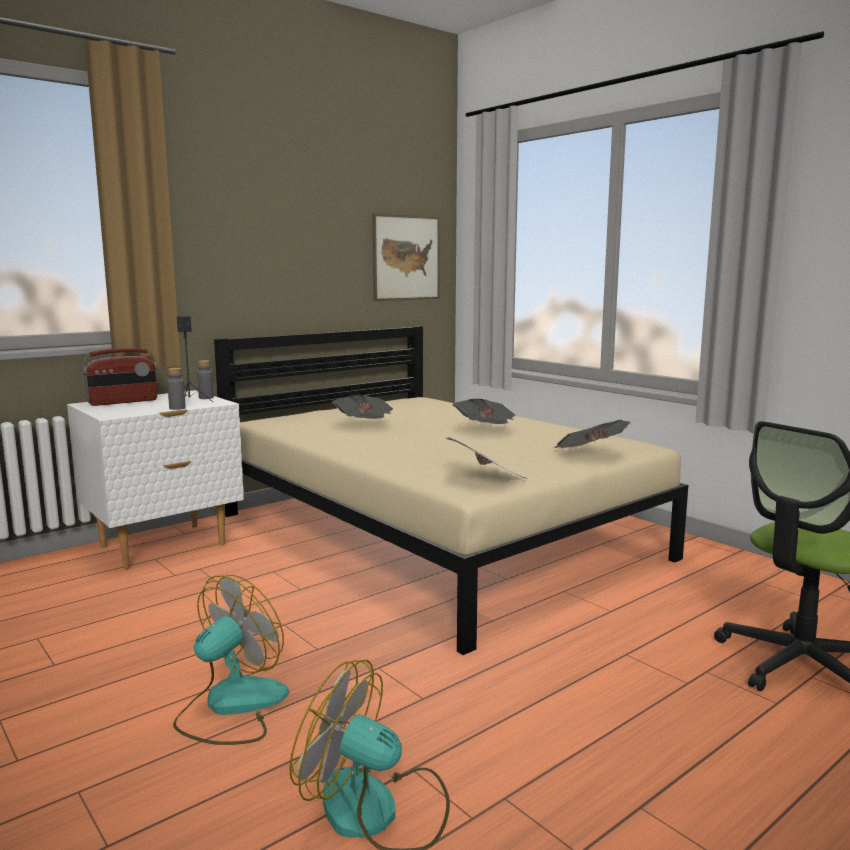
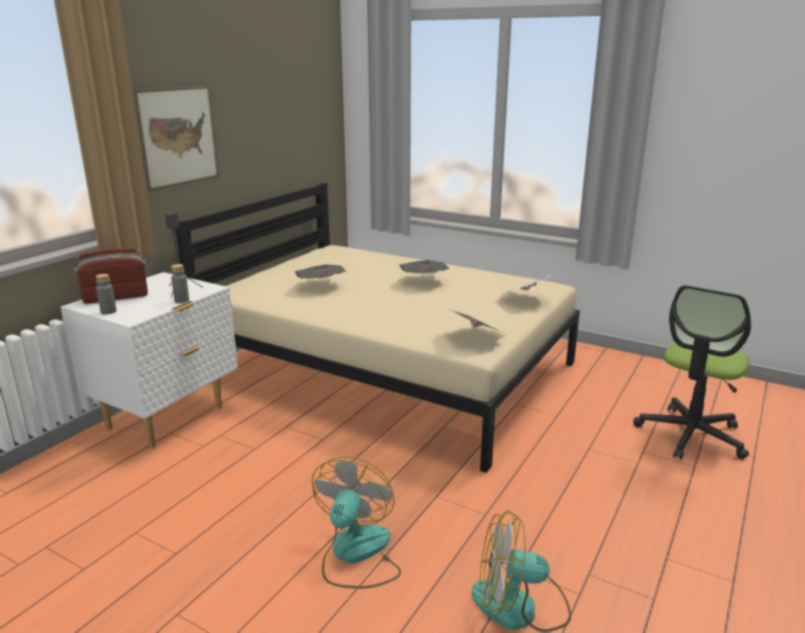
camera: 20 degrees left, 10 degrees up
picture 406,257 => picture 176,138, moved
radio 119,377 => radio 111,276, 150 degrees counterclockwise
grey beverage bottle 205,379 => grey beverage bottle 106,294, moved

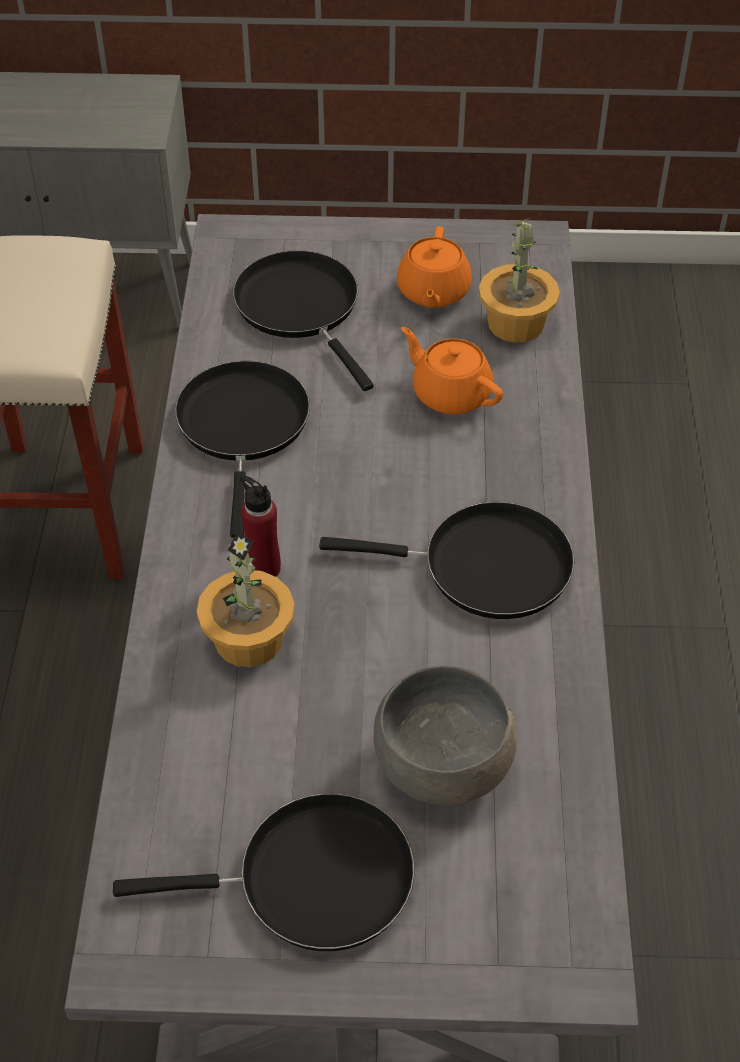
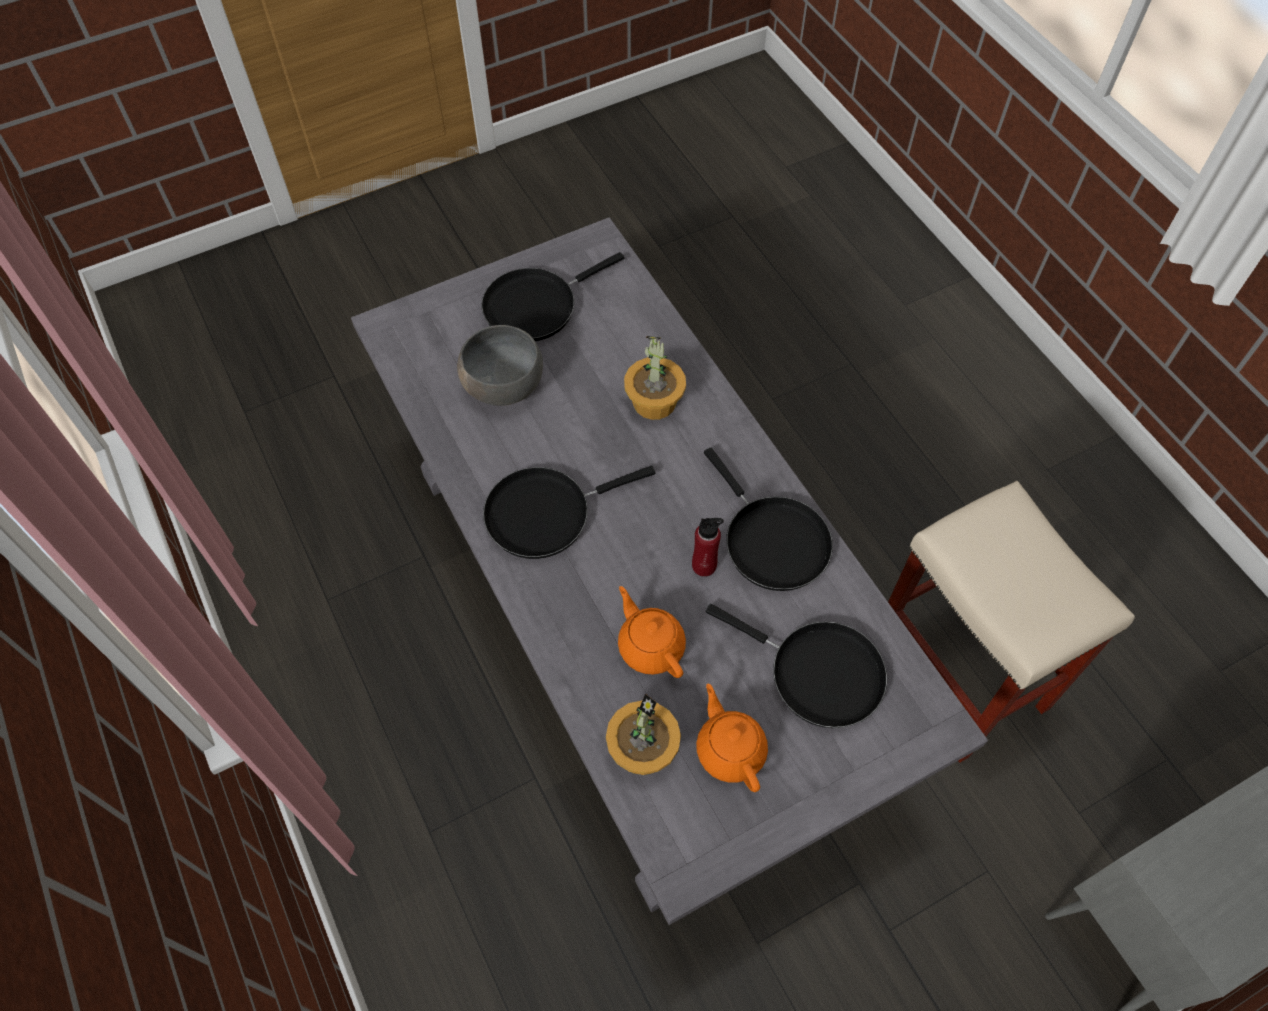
camera: 150 degrees right, 10 degrees up
orangey tea pot 452,370 => orangey tea pot 652,632, 135 degrees counterclockwise
reddish beverage bottle 260,526 => reddish beverage bottle 708,547, moved

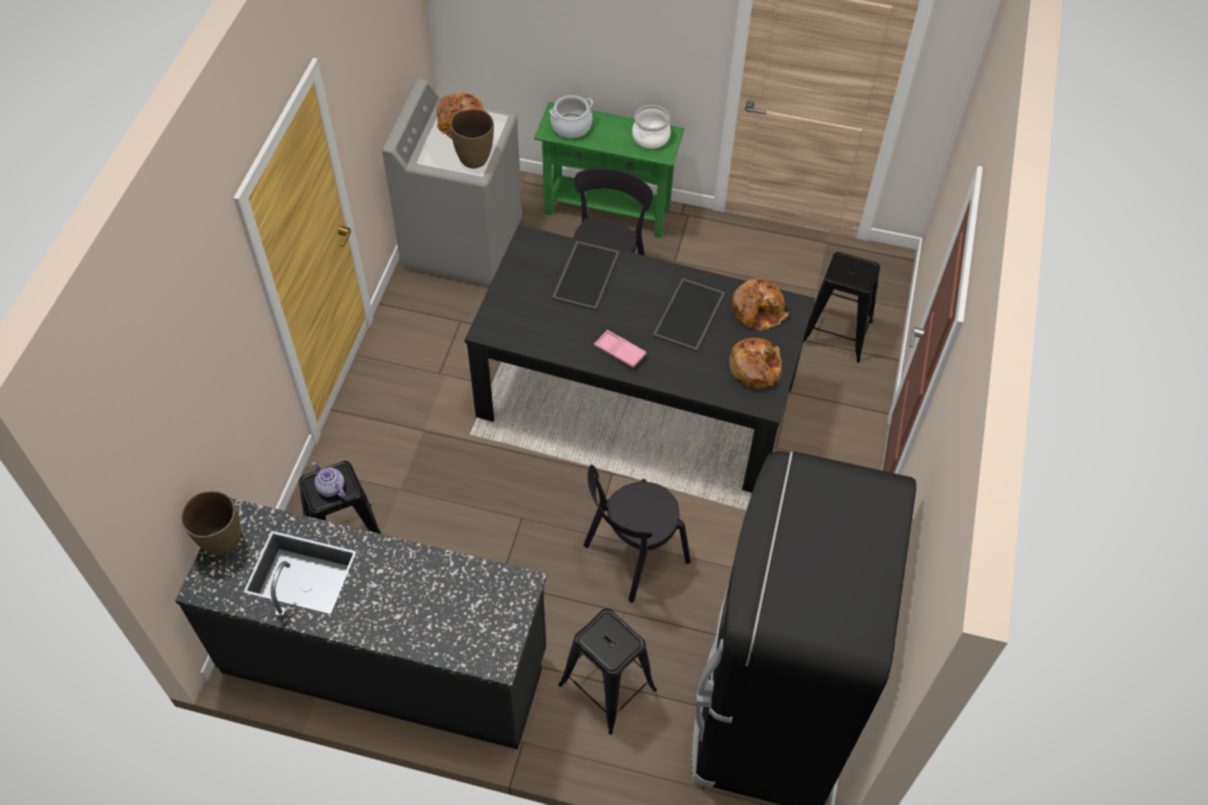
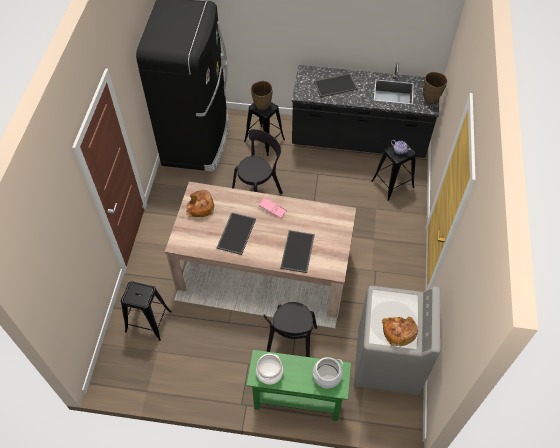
camera: 175 degrees right, 0 degrees up
brown-coloured flower vase 472,138 => brown-coloured flower vase 261,95, moved
black kitchen table 640,359 => sand-coloured kitchen table 261,250
bread 760,304 => nothing
nothing => carrying tray 336,85

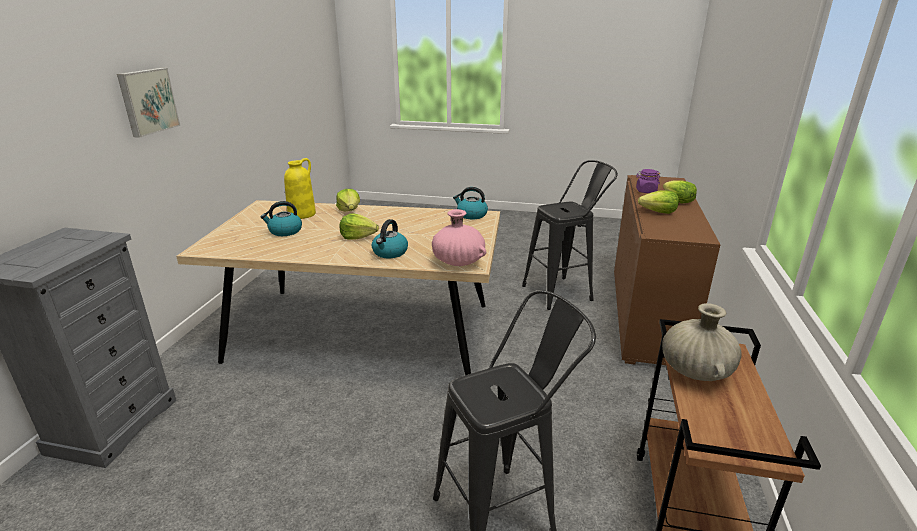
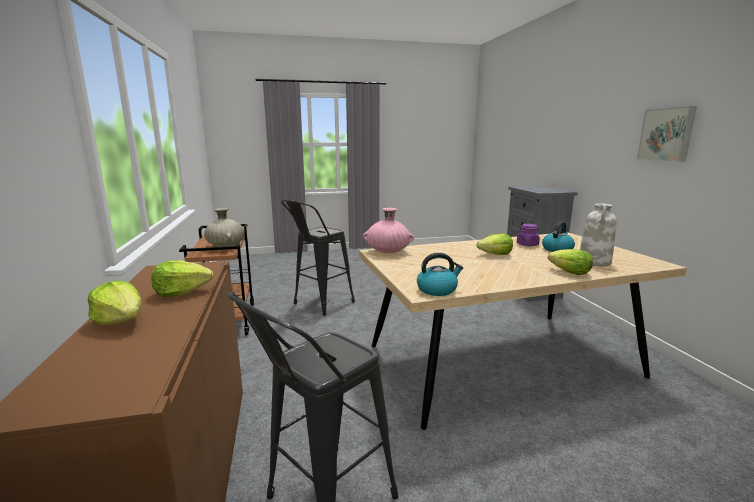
camera: 155 degrees right, 10 degrees down
yellow flower vase 300,188 => whitish flower vase 598,235
purplish preserve jar 648,181 => purplish preserve jar 528,235, moved
kettle 390,238 => nothing

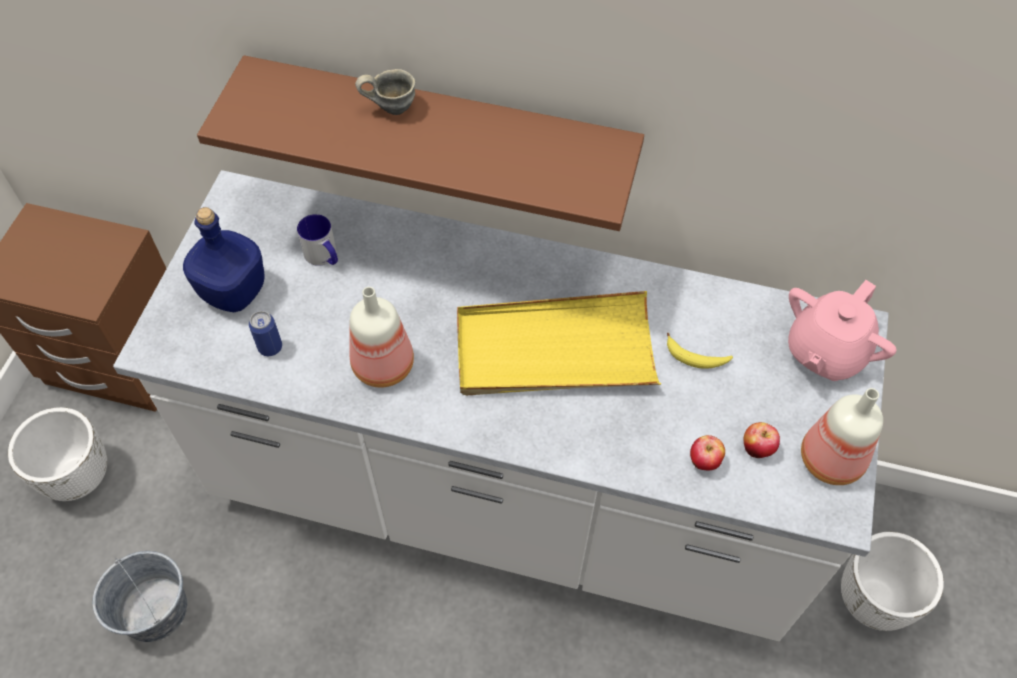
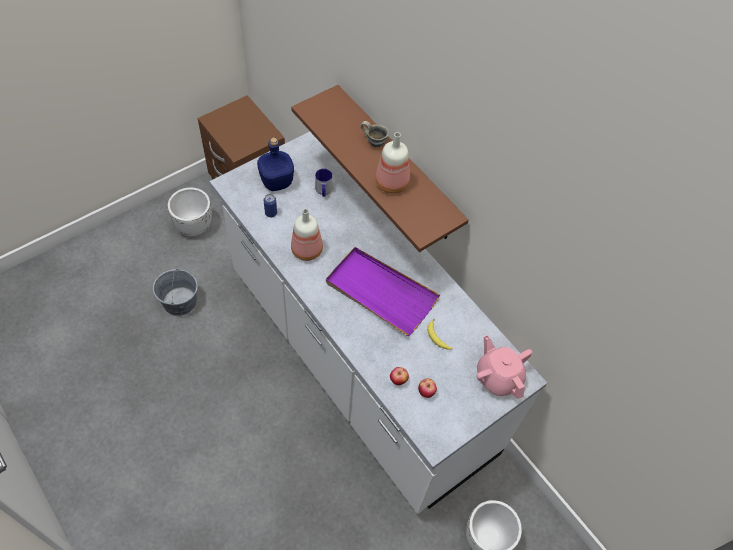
camera: 35 degrees right, 0 degrees up
pinkish tea pot 842,330 => pinkish tea pot 504,367, 75 degrees clockwise
yellow carrying tray 559,343 => purplish carrying tray 383,291
beverage bottle 842,436 => beverage bottle 392,163, moved

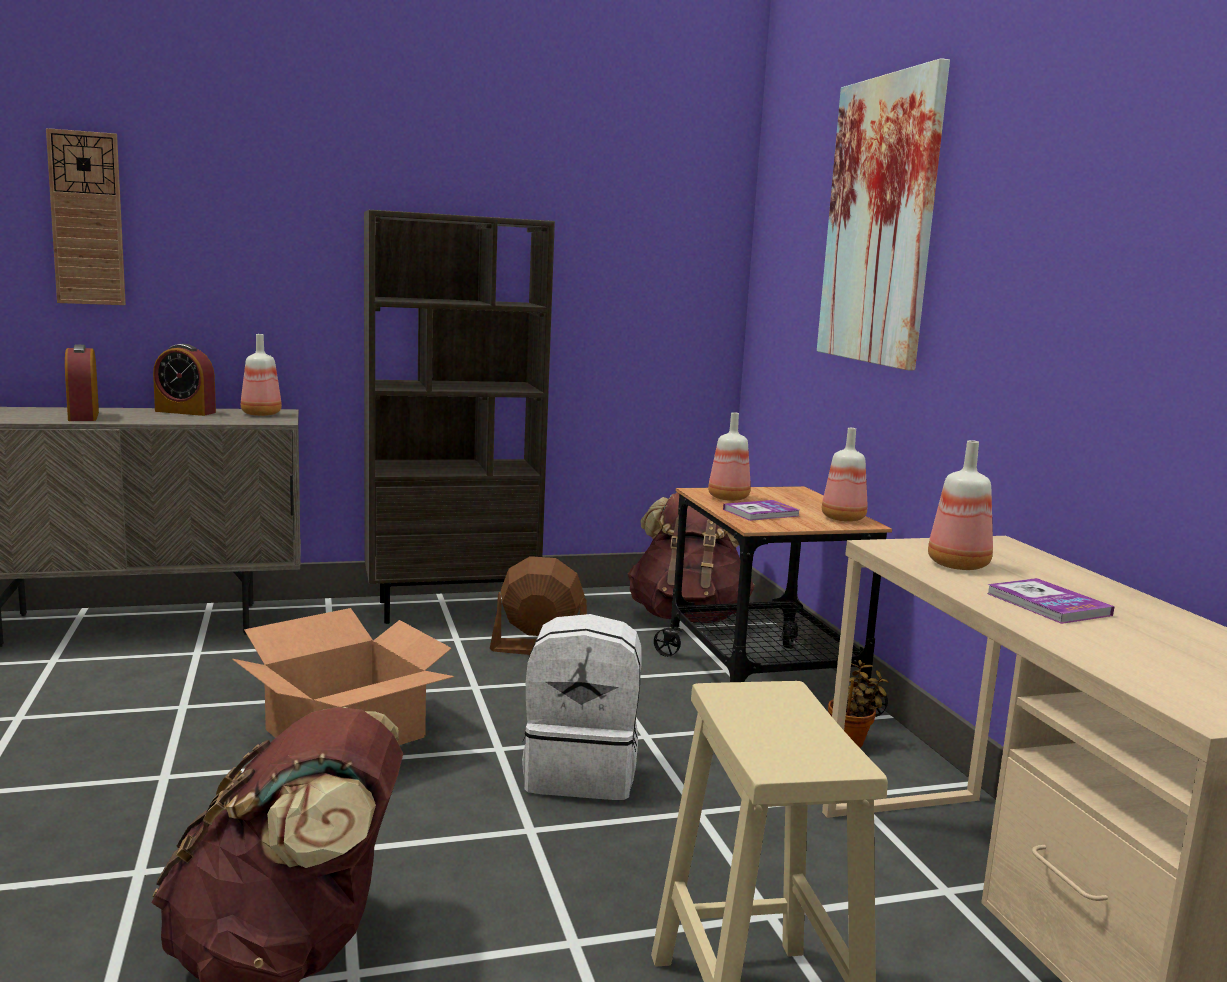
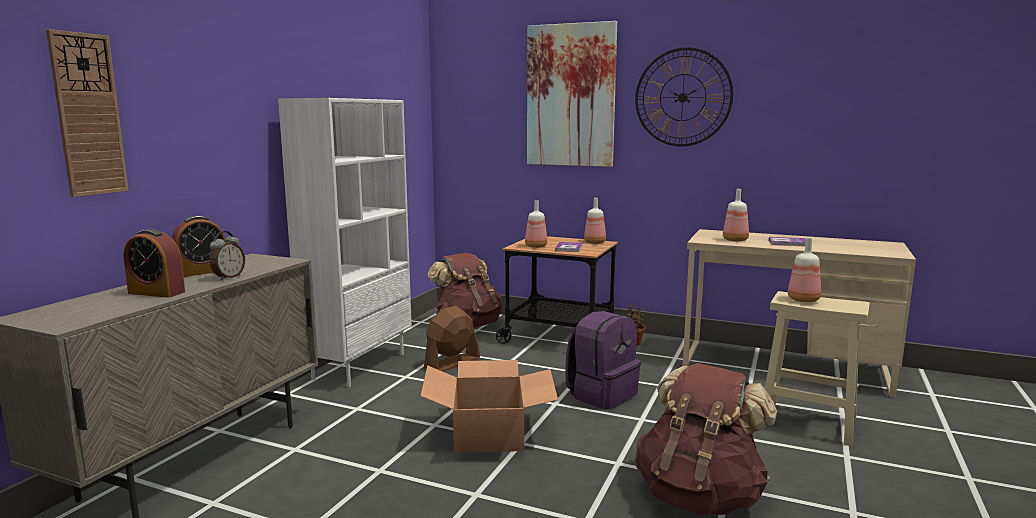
camera: 50 degrees left, 0 degrees up
brown-coloured bookcase 459,417 => whitish bookcase 345,242
beverage bottle 261,375 => beverage bottle 804,270, moved
whitish rucksack 582,707 => purplish rucksack 603,360
nothing => wall clock 684,97
nothing => bedside clock 227,255

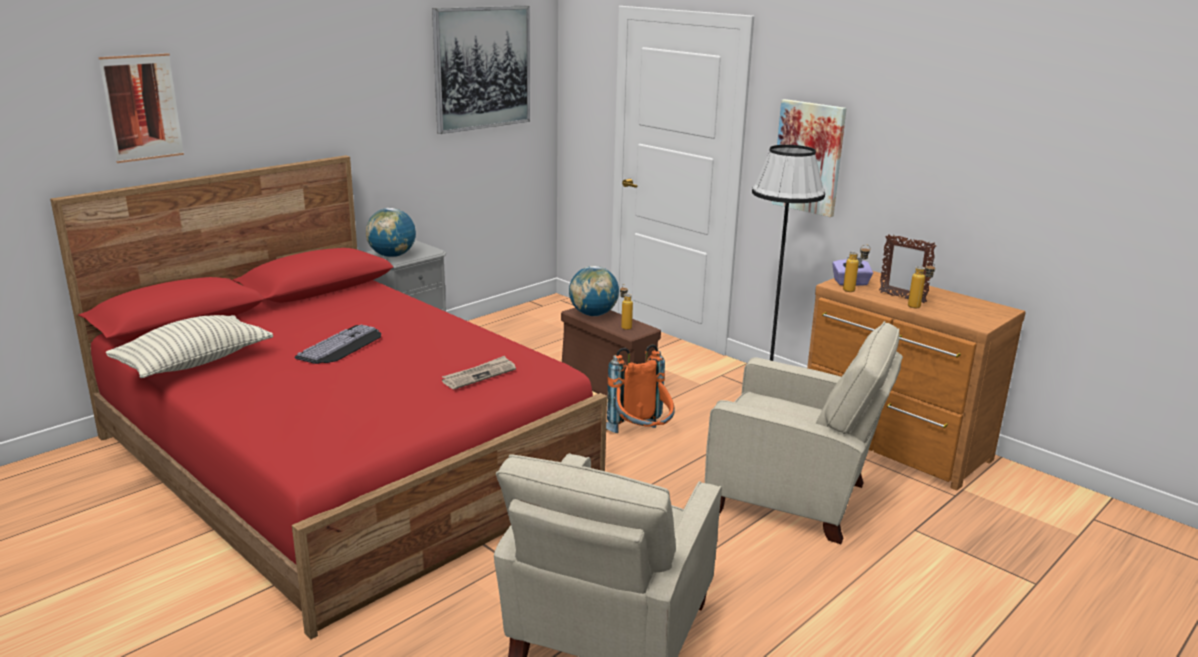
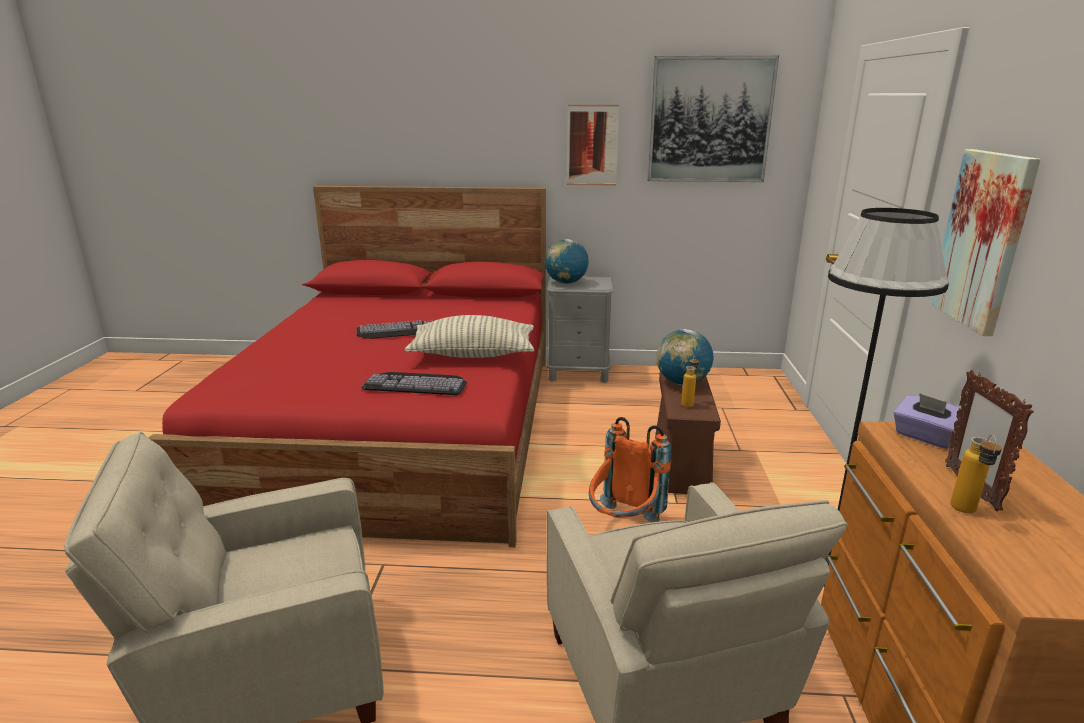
camera: 50 degrees right, 0 degrees up
picture 141,108 => picture 593,145, moved
beverage bottle 856,268 => nothing
pillow 189,346 => pillow 469,336, moved
printed paper 479,372 => computer keyboard 414,383

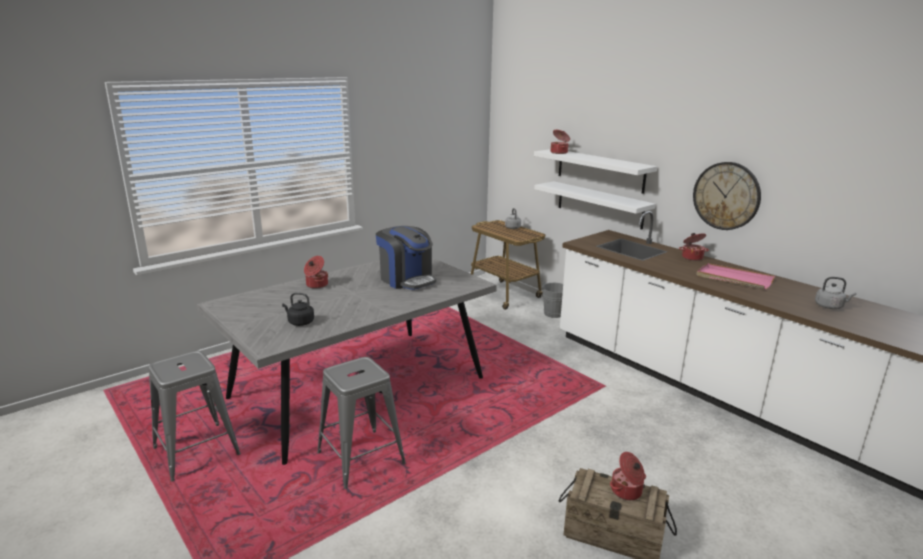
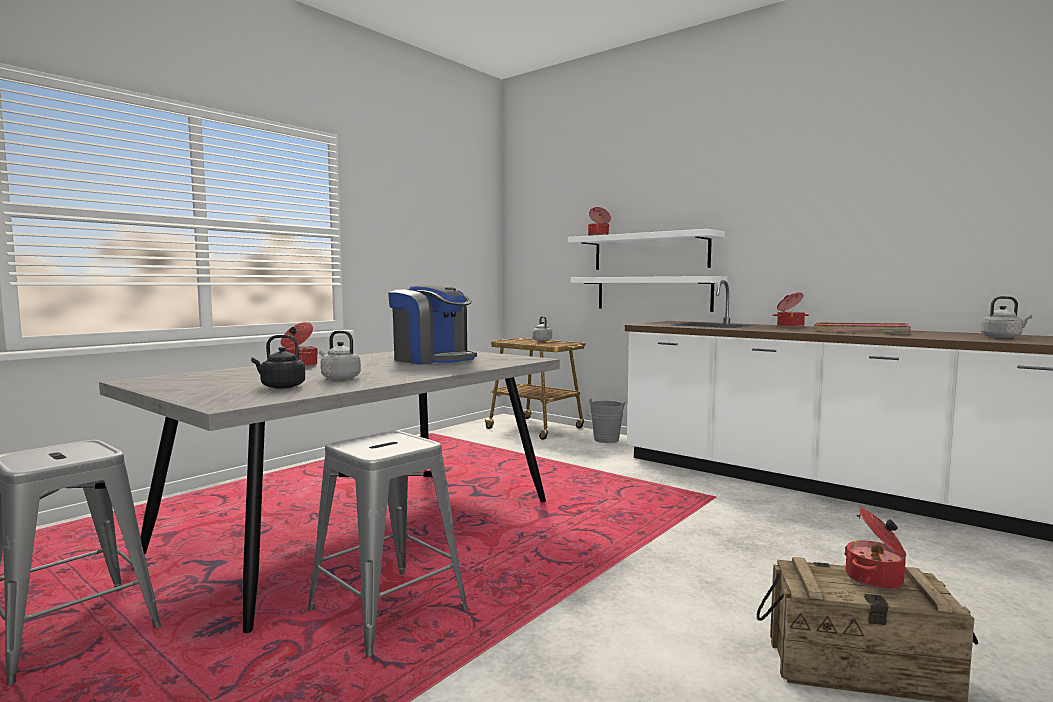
camera: 10 degrees left, 15 degrees down
wall clock 727,196 => nothing
nothing => grey kettle 340,355

